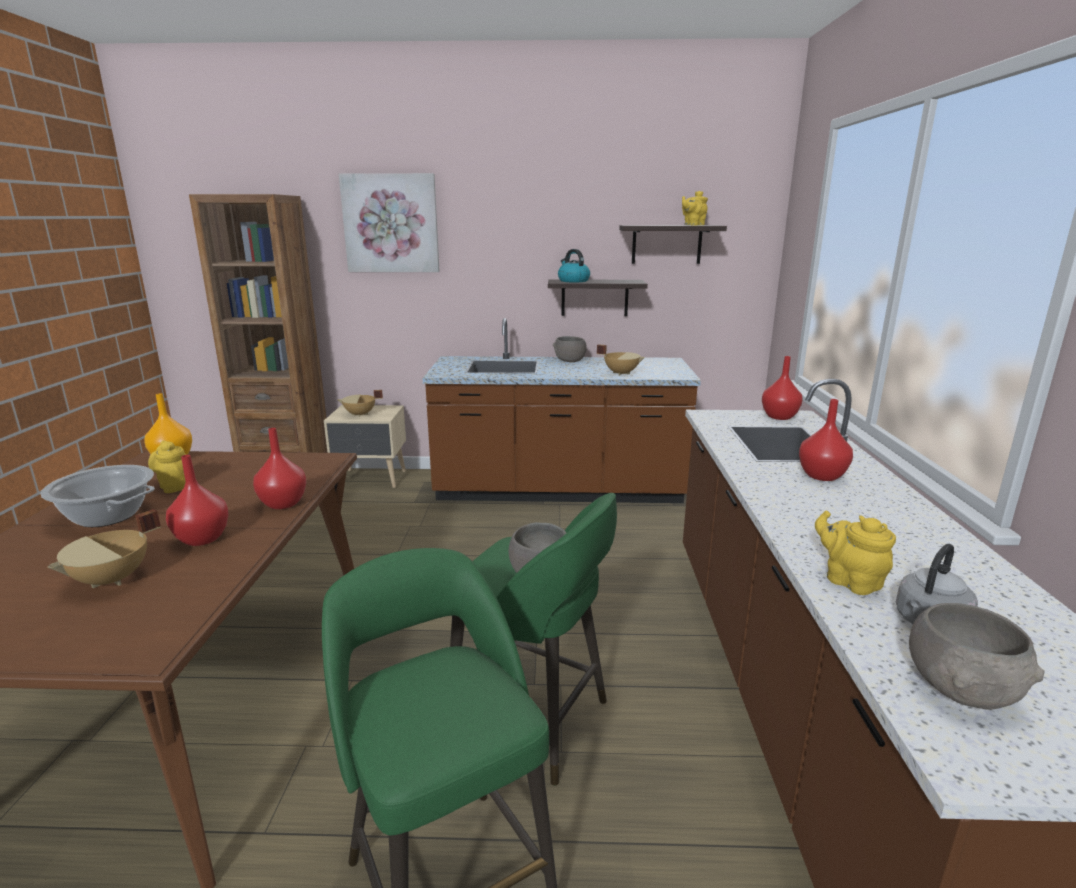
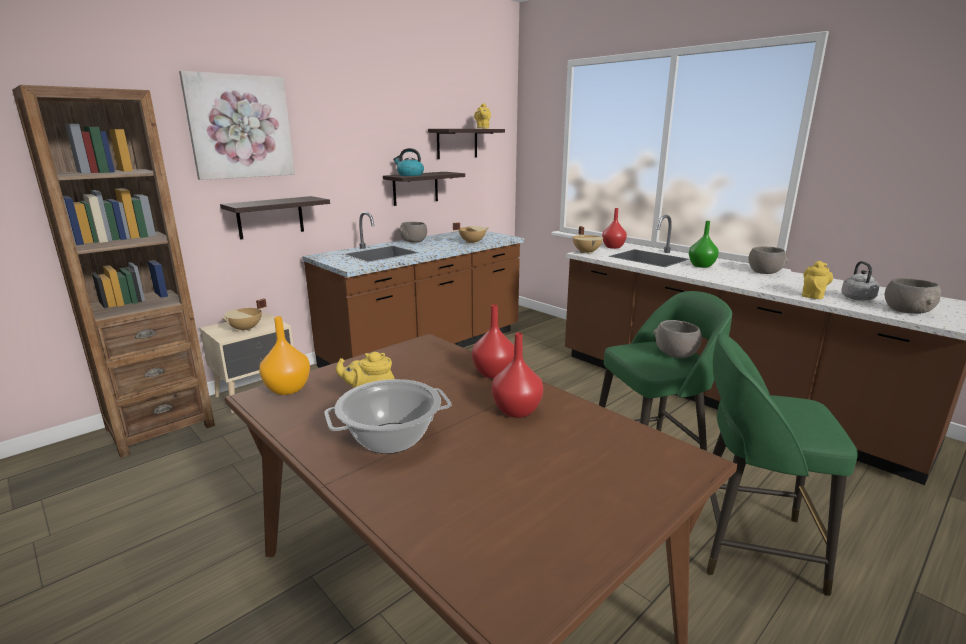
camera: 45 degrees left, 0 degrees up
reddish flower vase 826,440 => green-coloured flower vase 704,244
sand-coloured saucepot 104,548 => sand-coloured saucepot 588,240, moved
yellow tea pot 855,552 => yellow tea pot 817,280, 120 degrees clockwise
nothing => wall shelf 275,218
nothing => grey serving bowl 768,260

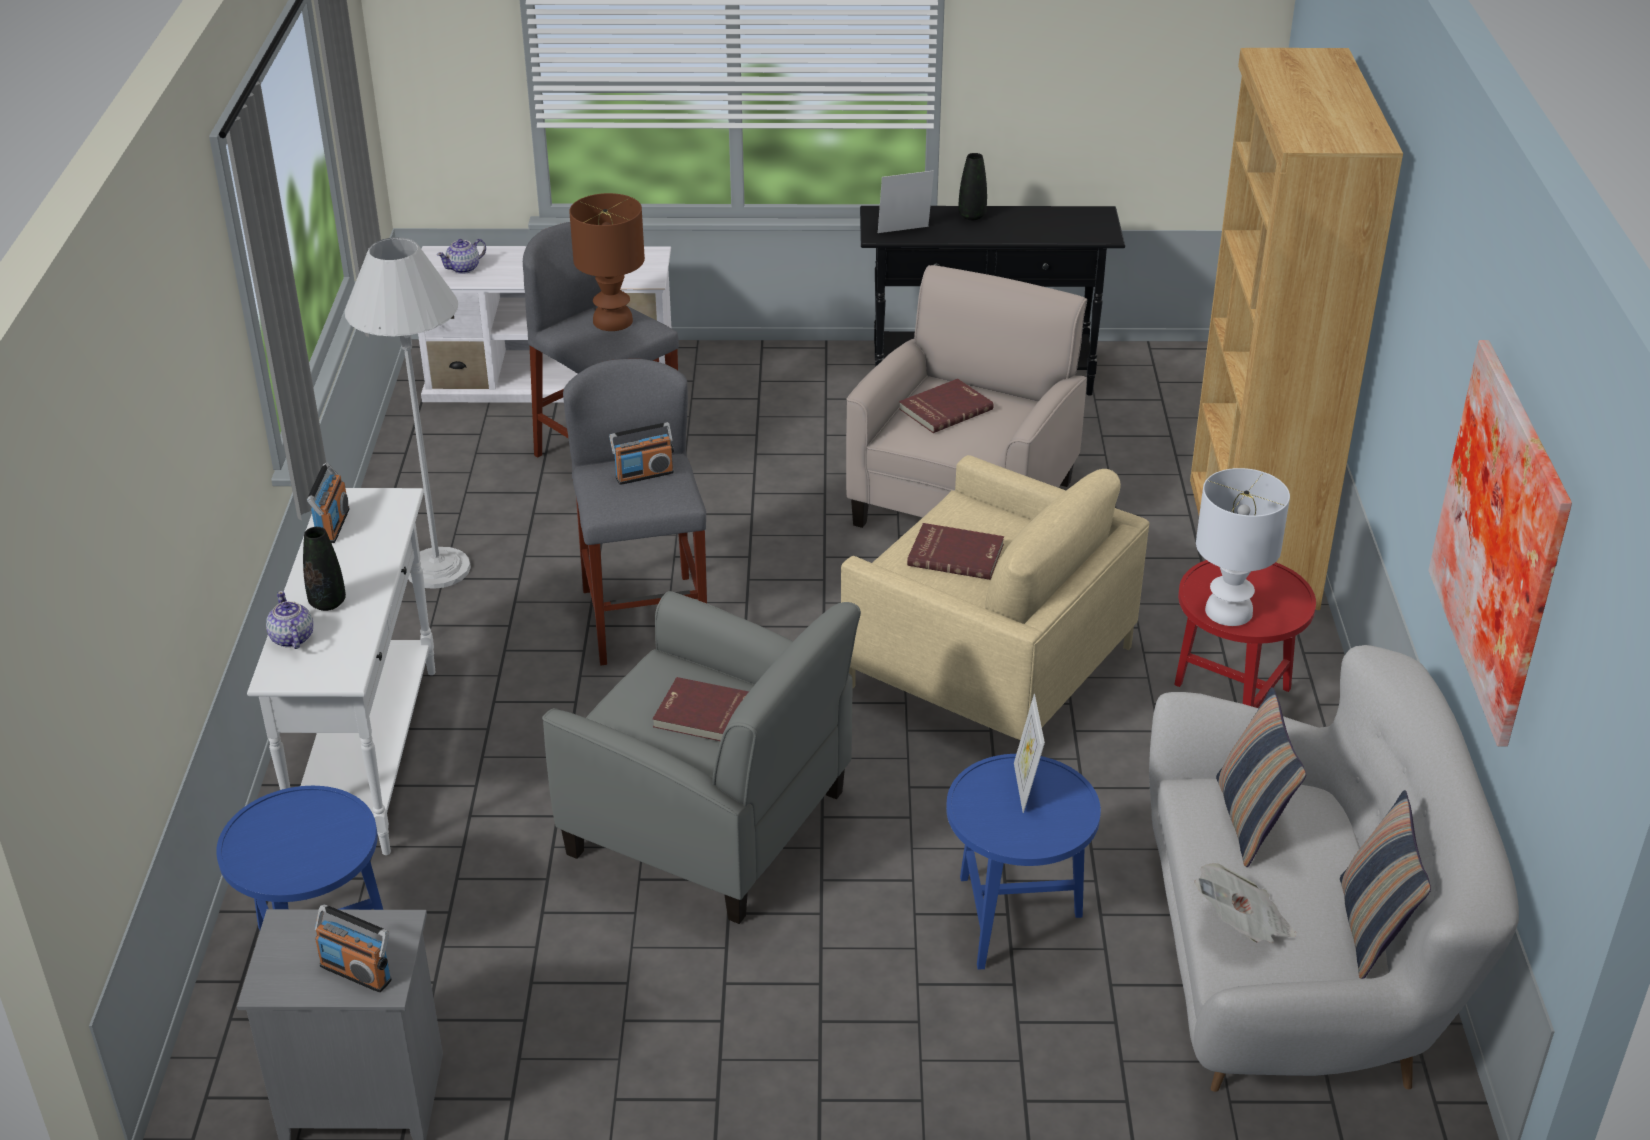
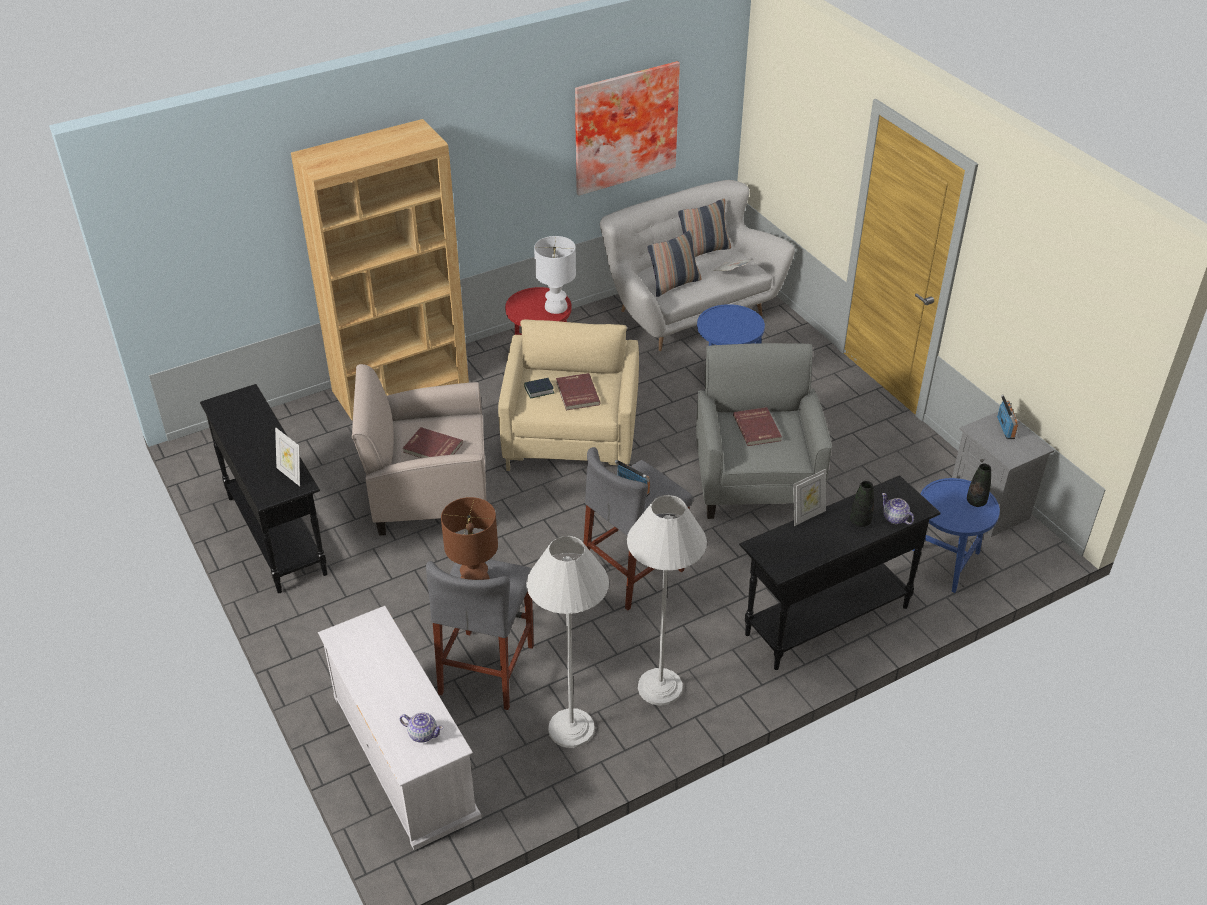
camera: 120 degrees left, 5 degrees up
black flower vase 972,186 => black flower vase 979,485, moved
radio 328,503 => nothing
whitish console table 341,671 => black console table 840,572
tea pot 289,620 => tea pot 898,509, 105 degrees clockwise
picture frame 1029,753 => picture frame 810,497, moved
nothing => bound book 539,388
nothing => whitish floor lamp 567,642

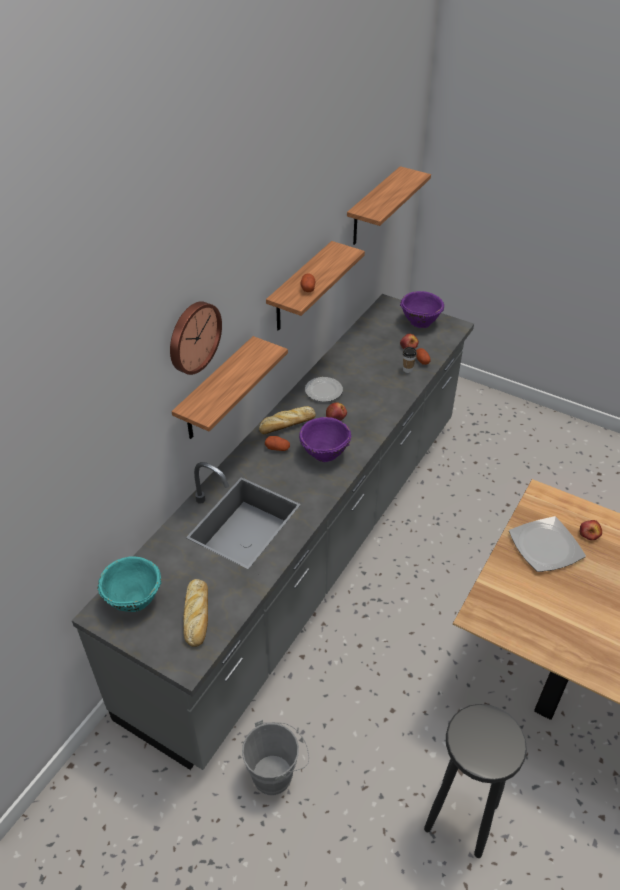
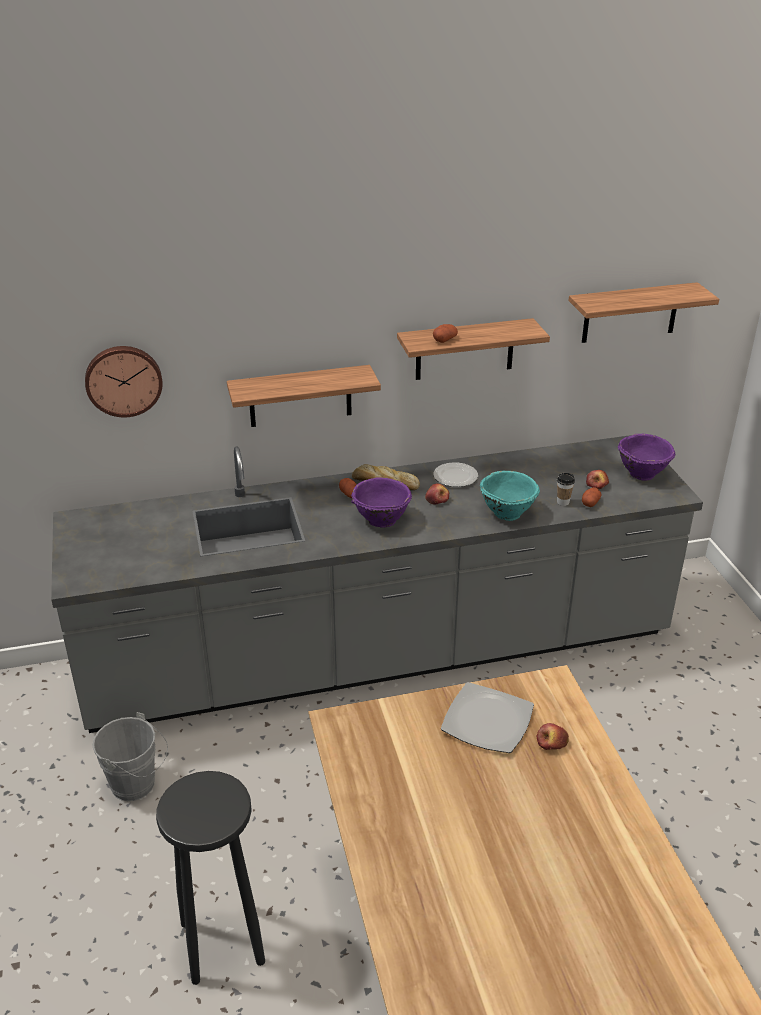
camera: 45 degrees right, 10 degrees down
wall clock 196,338 => wall clock 124,381, moved
turquoise serving bowl 129,584 => turquoise serving bowl 510,496, moved
bread 195,613 => nothing

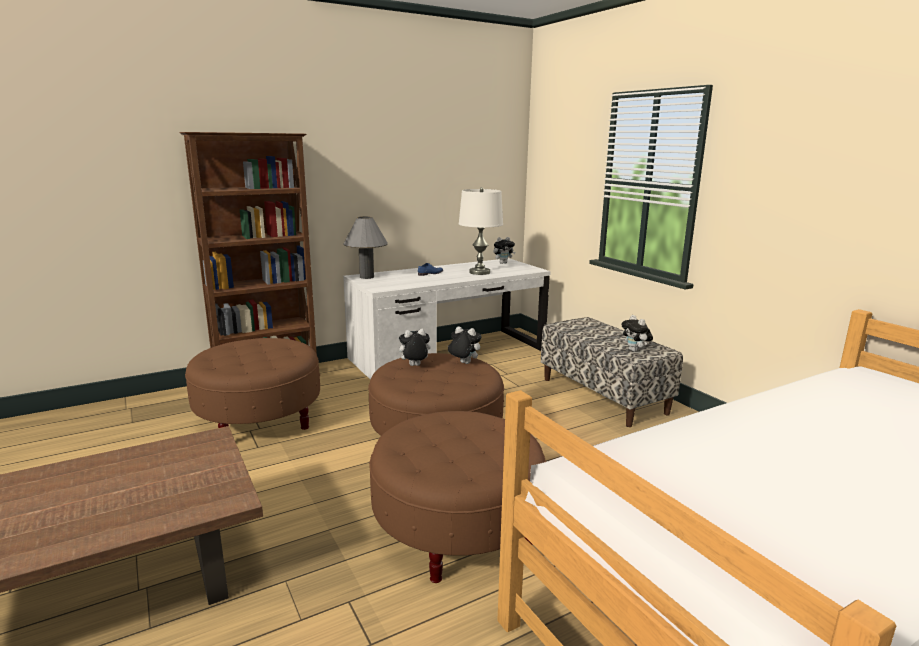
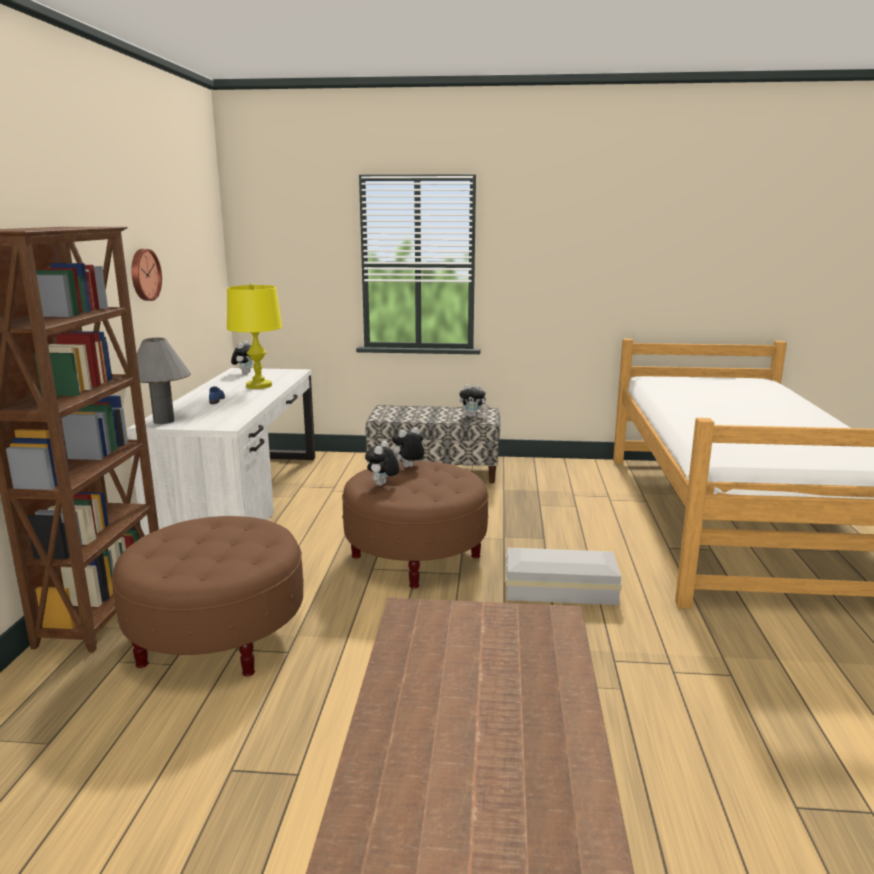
camera: 55 degrees left, 0 degrees up
whitish tabletop lamp 481,231 => yellow tabletop lamp 254,336
brown-coloured footrest 457,497 => whitish storage container 564,576
nothing => wall clock 146,275

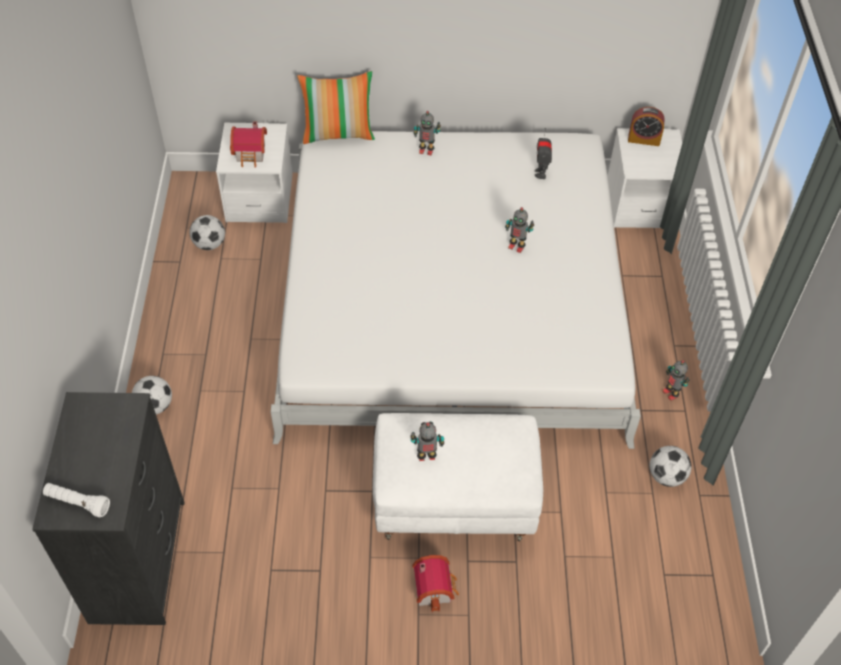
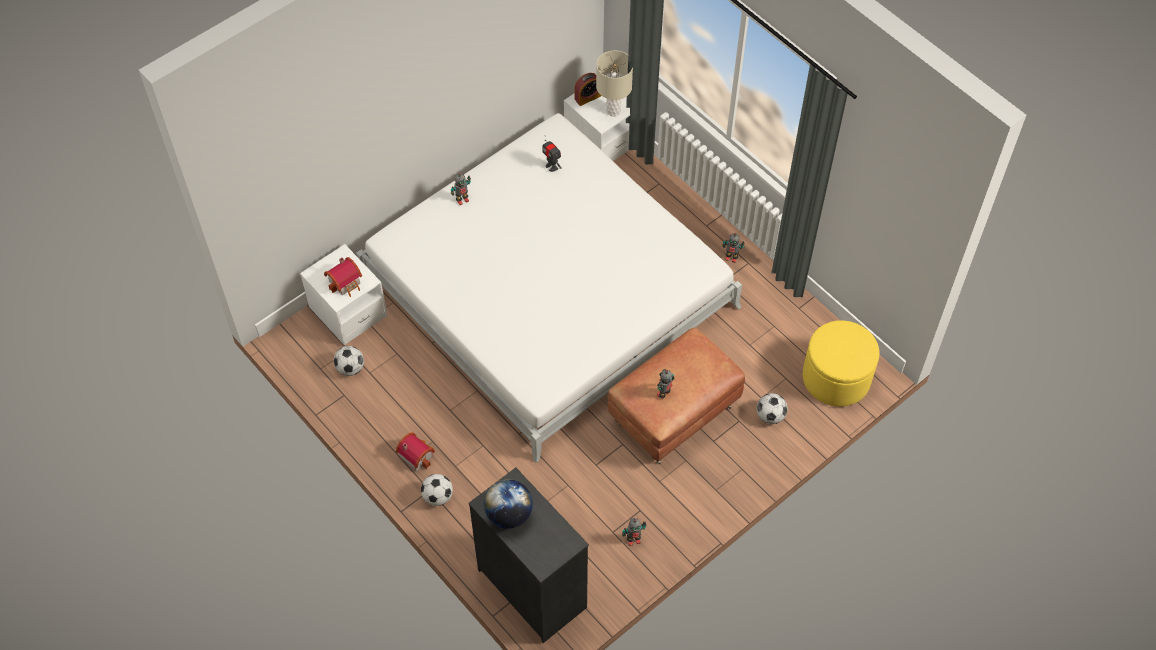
camera: 40 degrees left, 5 degrees up
pillow 336,107 => nothing
toy robot 519,230 => toy robot 634,532, moved
whitish footrest 458,477 => brown-coloured footrest 676,396
football ball 671,466 => football ball 772,408, moved
whitish torch 76,500 => nothing
model house 435,583 => model house 415,452, moved
nothing => sand-coloured tabletop lamp 614,84
nothing => yellow footrest 841,363
nothing => globe 508,504

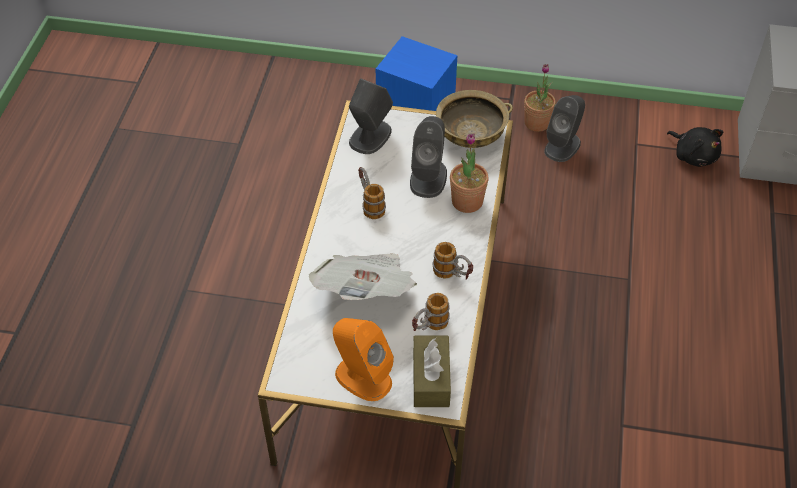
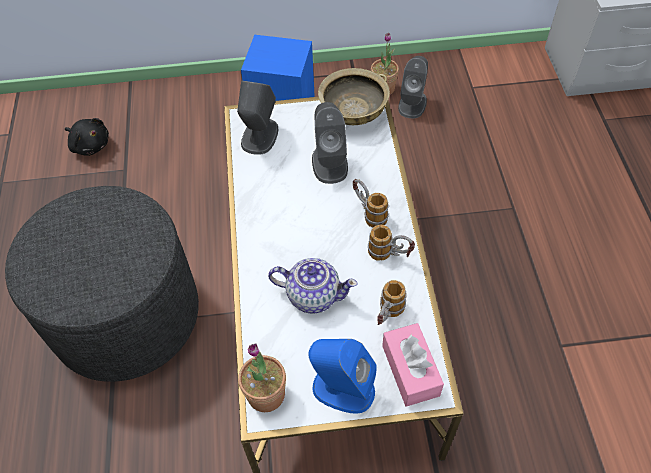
camera: 15 degrees left, 5 degrees up
black soft toy 695,147 => black soft toy 87,137, moved
houseplant 469,173 => houseplant 262,377, moved
mug 372,193 => mug 371,203, moved
printed paper 362,276 => tea pot 313,286
orangey loudspeaker 363,359 => blue loudspeaker 342,376
brown-coloured tissue box 432,371 => pinkish tissue box 413,365
nothing => grey footrest 102,284

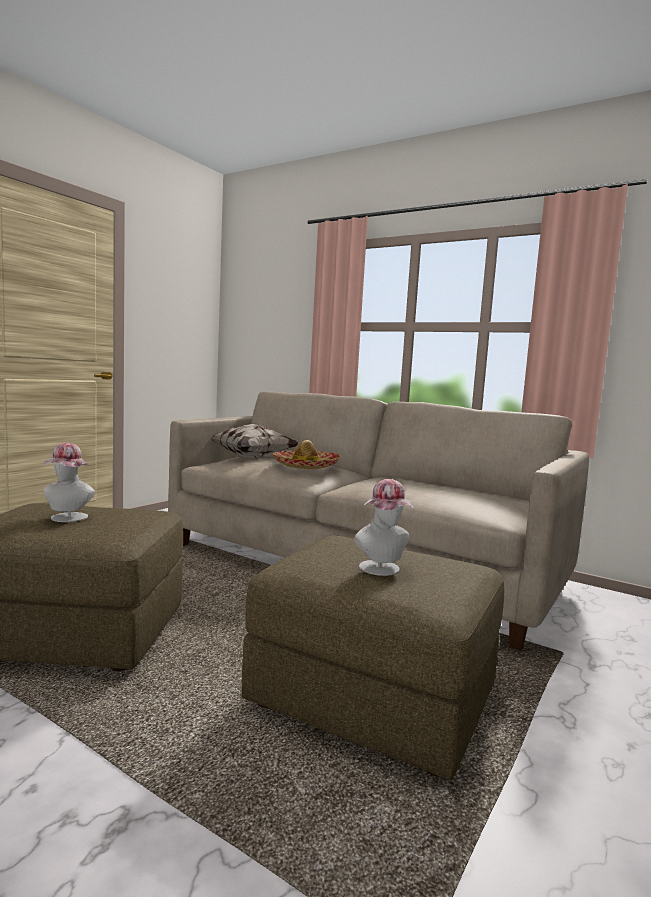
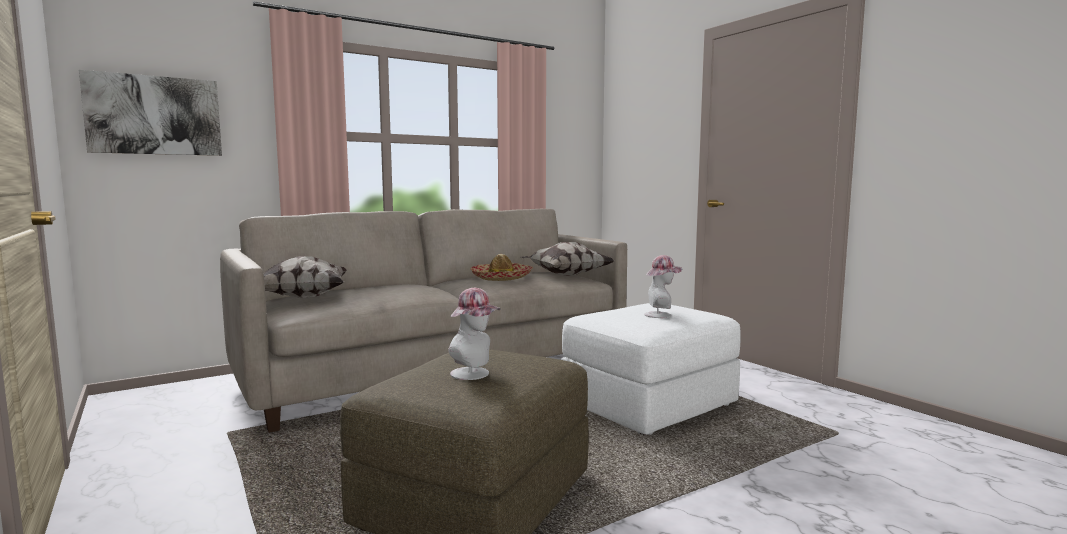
camera: 65 degrees left, 0 degrees up
wearable hat 306,454 => wearable hat 501,267, moved
brown-coloured footrest 373,657 => whitish footrest 651,369
nothing => picture 150,113
nothing => pillow 567,259

